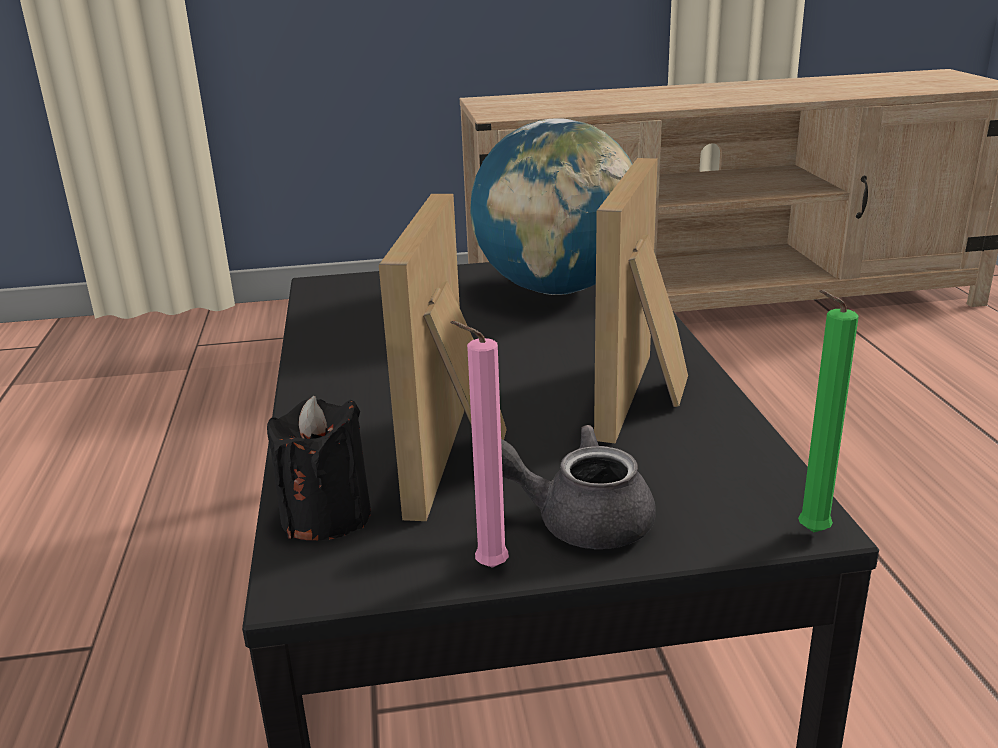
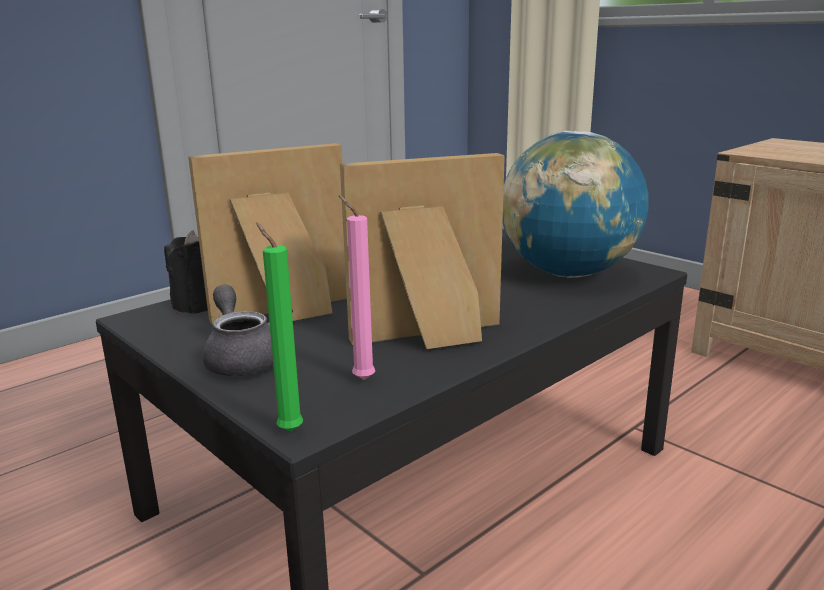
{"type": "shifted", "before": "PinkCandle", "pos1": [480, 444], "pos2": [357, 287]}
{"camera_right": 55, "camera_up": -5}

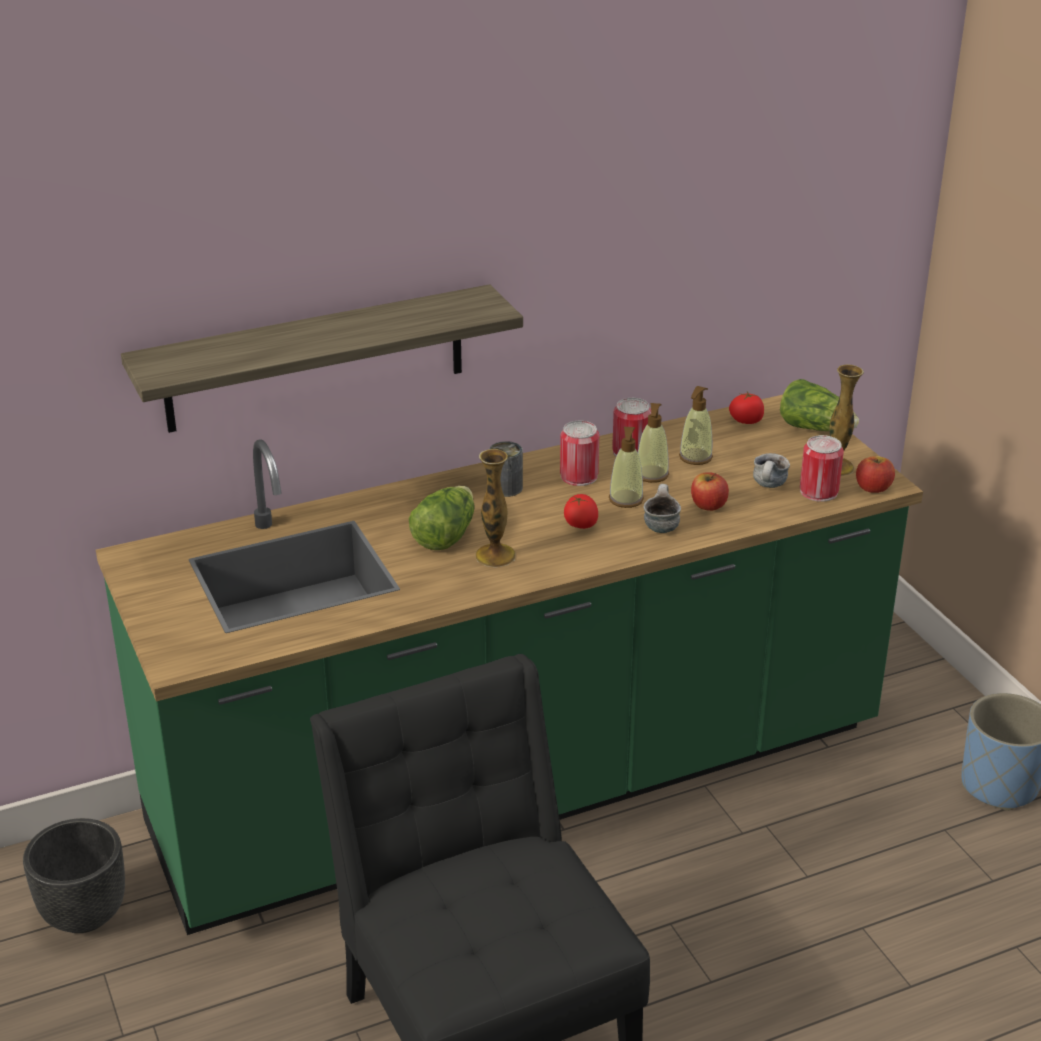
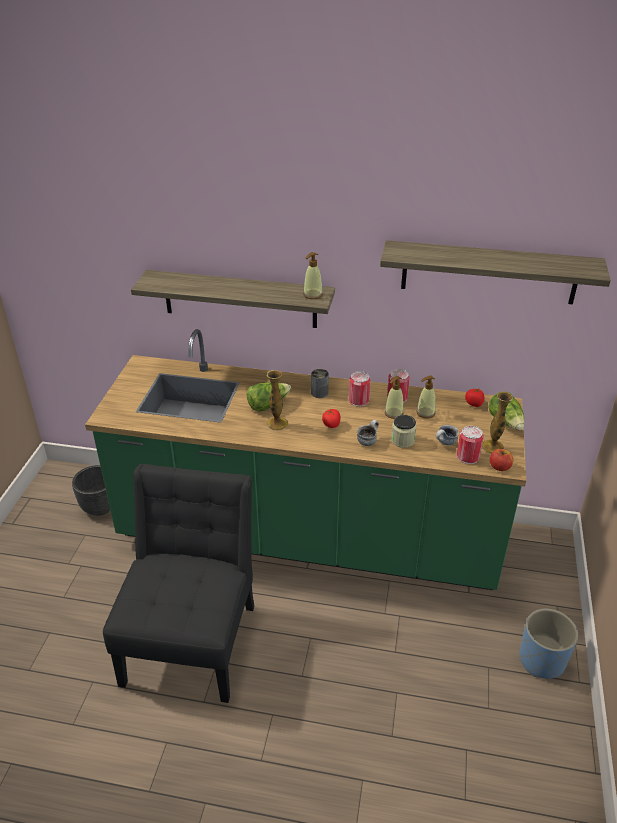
{"type": "shifted", "before": "SoapDispenser", "pos1": [626, 467], "pos2": [313, 275]}
{"type": "swapped", "before": "Apple", "after": "Jar", "pos1": [710, 491], "pos2": [403, 431]}
{"type": "new", "after": "Shelf", "pos2": [495, 272]}
{"camera_right": 35, "camera_up": 5}

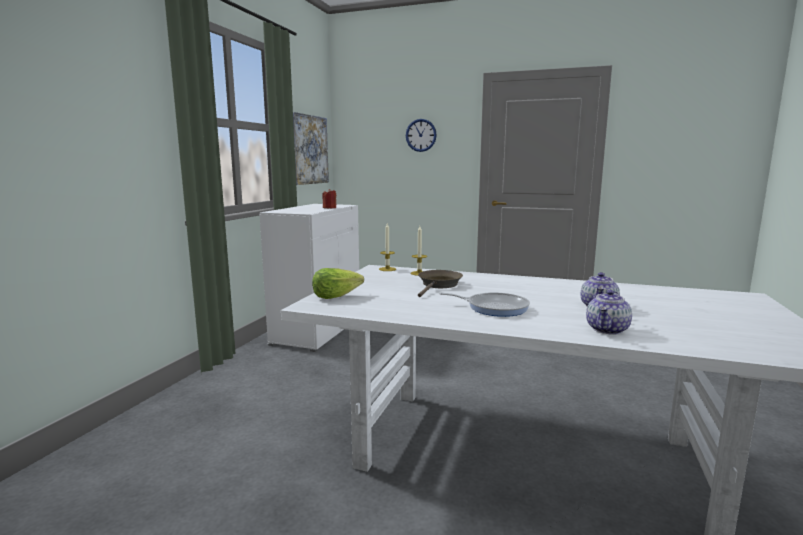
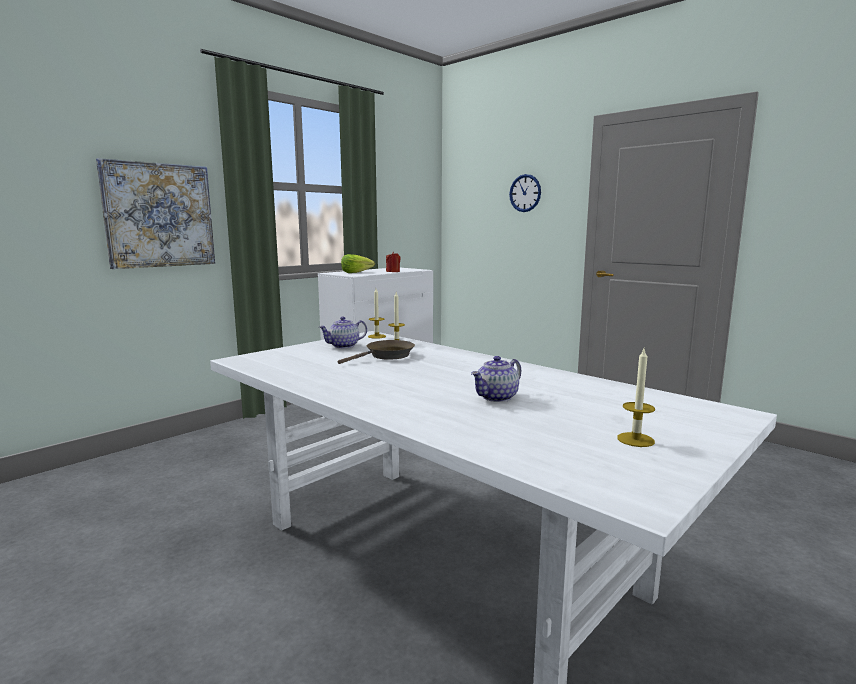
{"type": "shifted", "before": "Picture", "pos1": [311, 148], "pos2": [155, 213]}
{"type": "shifted", "before": "Lettuce", "pos1": [338, 283], "pos2": [358, 263]}
{"type": "shifted", "before": "Teapot", "pos1": [609, 312], "pos2": [343, 332]}
{"type": "gone", "before": "FryingPan", "pos1": [484, 304]}
{"type": "new", "after": "Candle", "pos2": [636, 398]}
{"camera_right": 25, "camera_up": 0}

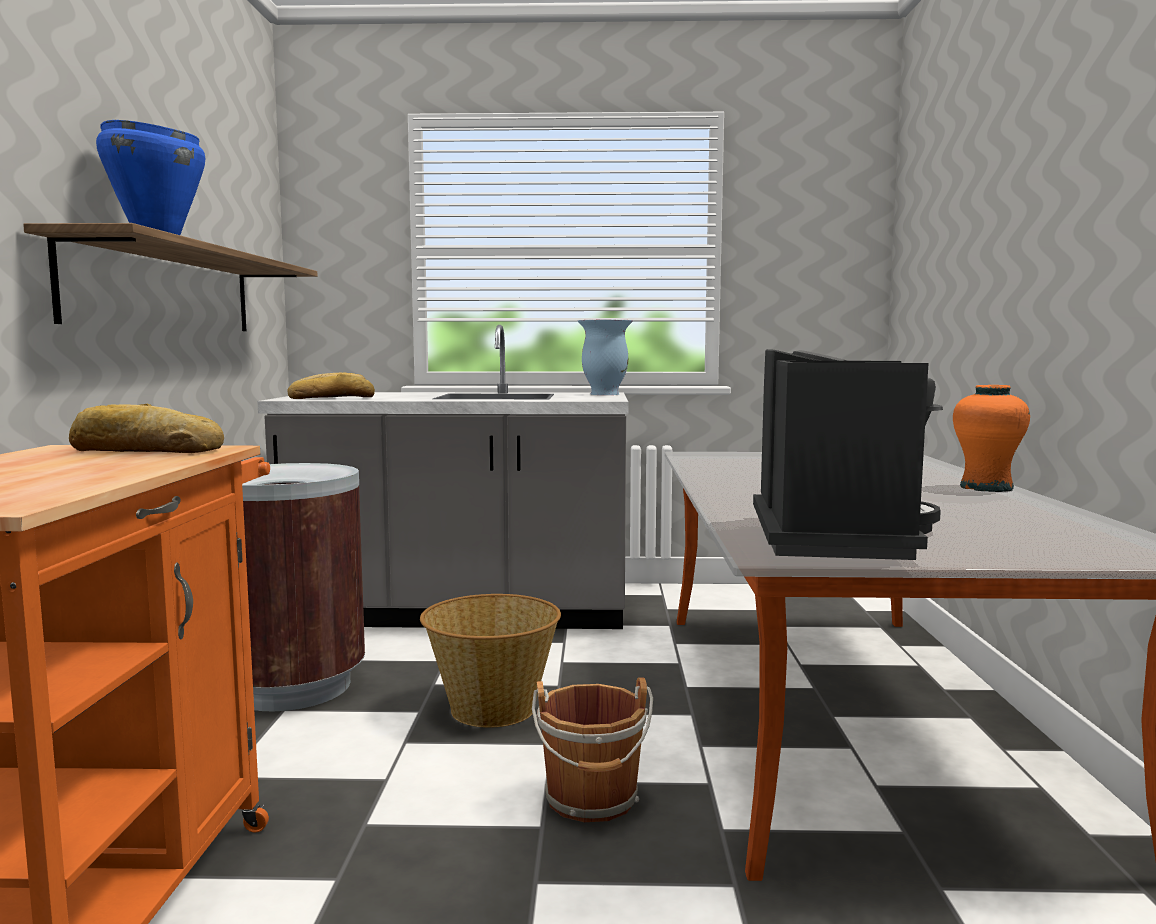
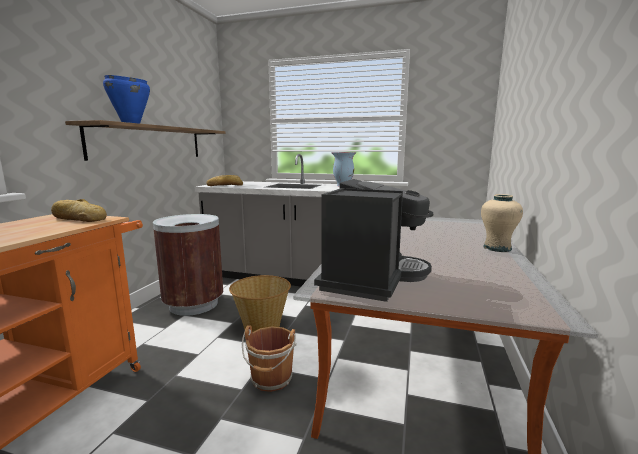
{"type": "repainted", "before": "OrangeVase", "after": "BeigeVase", "pos1": [991, 438], "pos2": [502, 223]}
{"camera_right": 15, "camera_up": 5}

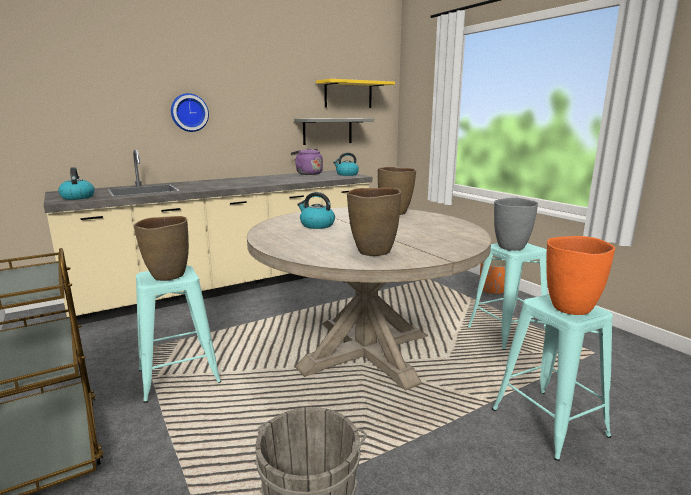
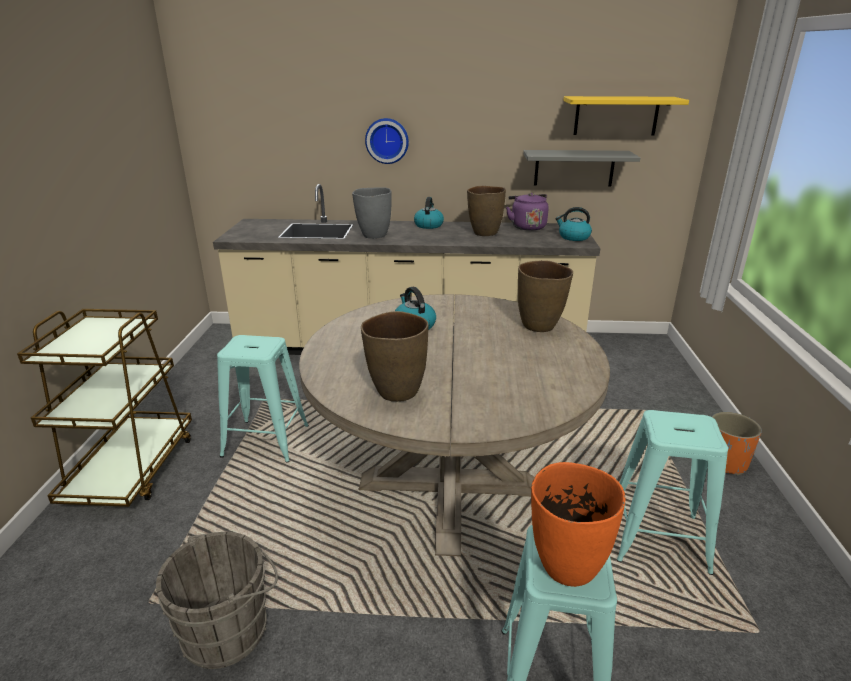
{"type": "shifted", "before": "Kettle", "pos1": [76, 183], "pos2": [429, 213]}
{"type": "shifted", "before": "GreyVase", "pos1": [516, 224], "pos2": [372, 213]}
{"type": "shifted", "before": "BrownVase", "pos1": [161, 248], "pos2": [486, 211]}
{"camera_right": 35, "camera_up": 10}

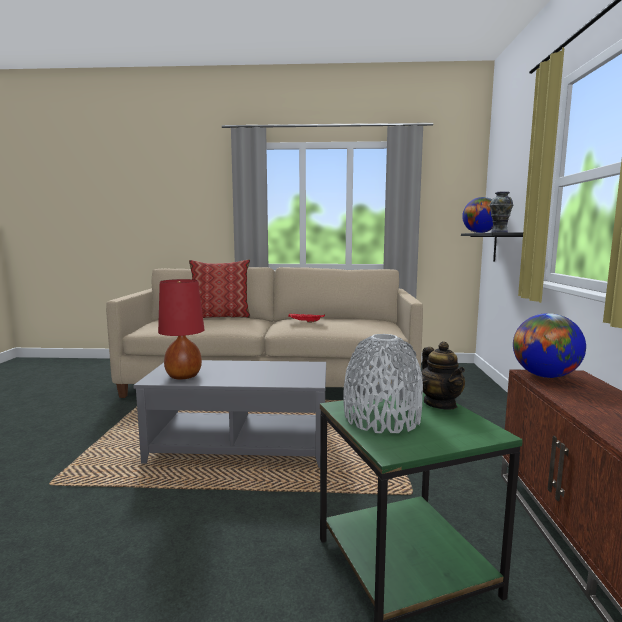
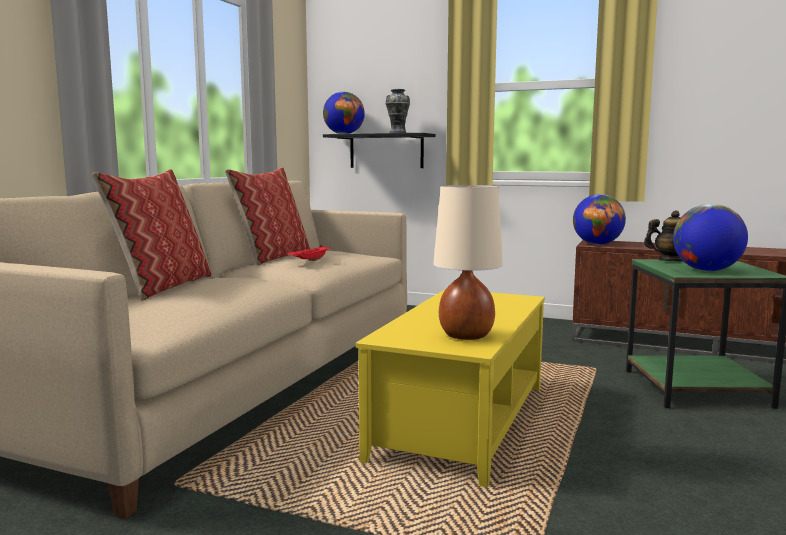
{"type": "repainted", "before": "RedTableLamp", "after": "BeigeTableLamp", "pos1": [181, 329], "pos2": [468, 262]}
{"type": "swapped", "before": "GreyVase", "after": "Globe", "pos1": [383, 383], "pos2": [710, 237]}
{"type": "repainted", "before": "GreyCoffeeTable", "after": "YellowCoffeeTable", "pos1": [229, 414], "pos2": [450, 388]}
{"type": "new", "after": "Pillow", "pos2": [267, 216]}
{"camera_right": -70, "camera_up": 0}

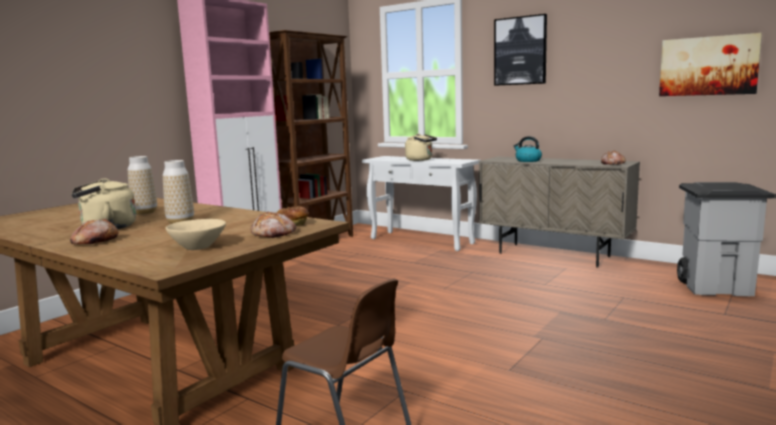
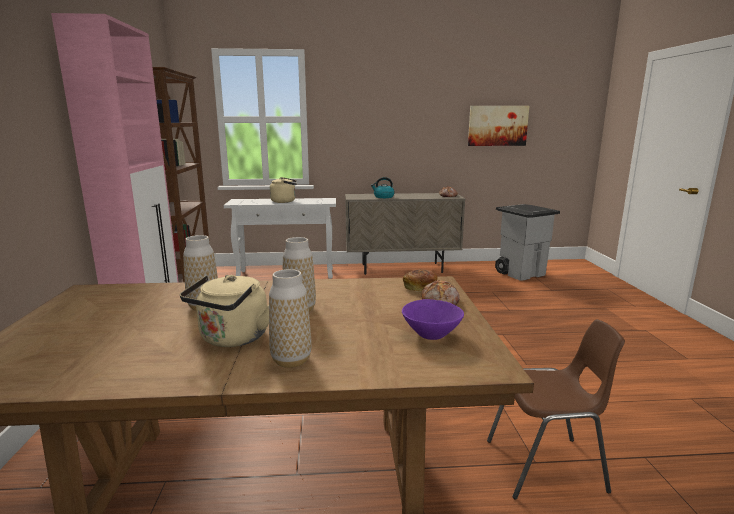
{"type": "gone", "before": "Picture", "pos1": [520, 50]}
{"type": "swapped", "before": "Bread", "after": "Vase", "pos1": [94, 231], "pos2": [290, 318]}
{"type": "repainted", "before": "BeigeBowl", "after": "PurpleBowl", "pos1": [195, 234], "pos2": [433, 319]}
{"camera_right": -40, "camera_up": 5}

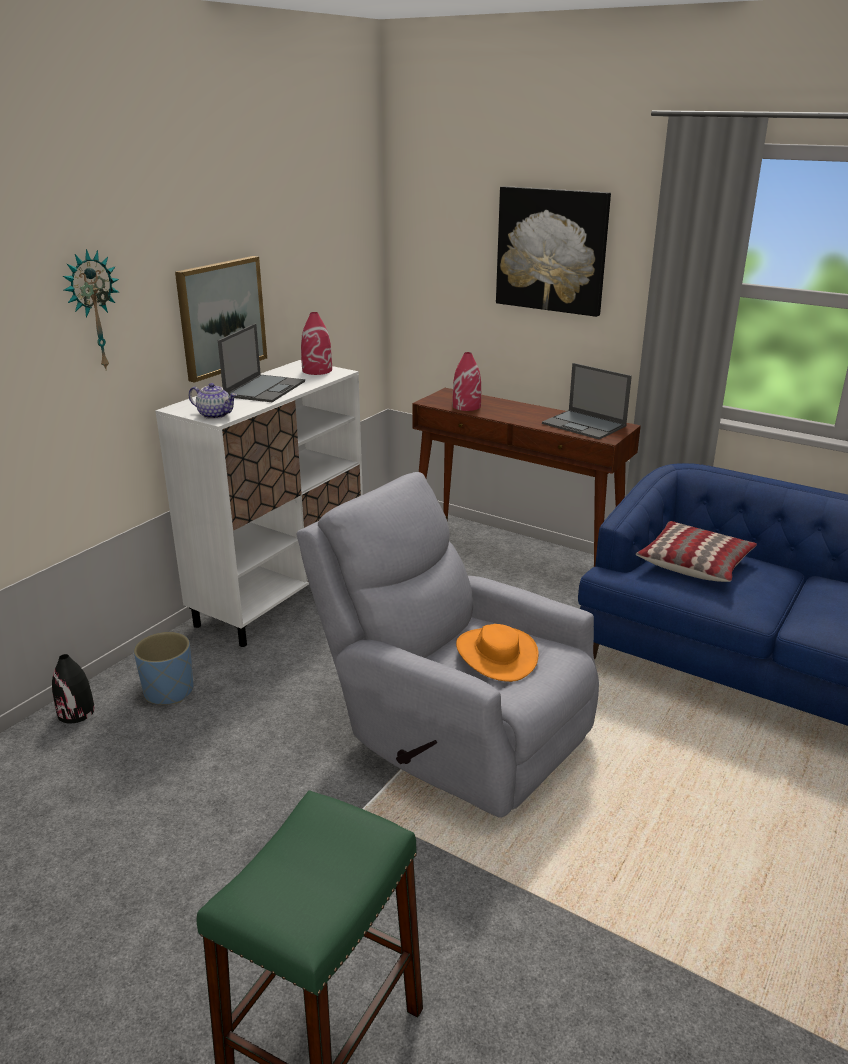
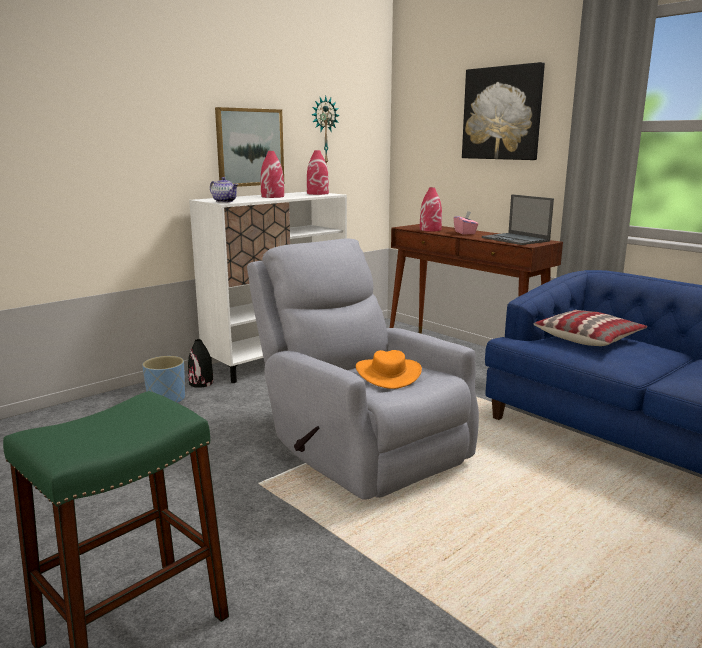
{"type": "shifted", "before": "WallClock", "pos1": [91, 310], "pos2": [325, 130]}
{"type": "swapped", "before": "Laptop", "after": "RedVase", "pos1": [261, 363], "pos2": [272, 174]}
{"type": "shifted", "before": "BlackVase", "pos1": [73, 688], "pos2": [200, 363]}
{"type": "new", "after": "PinkTissueBox", "pos2": [466, 222]}
{"camera_right": 15, "camera_up": -10}

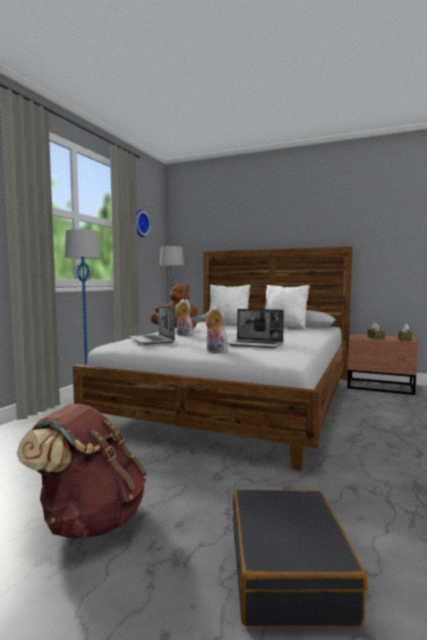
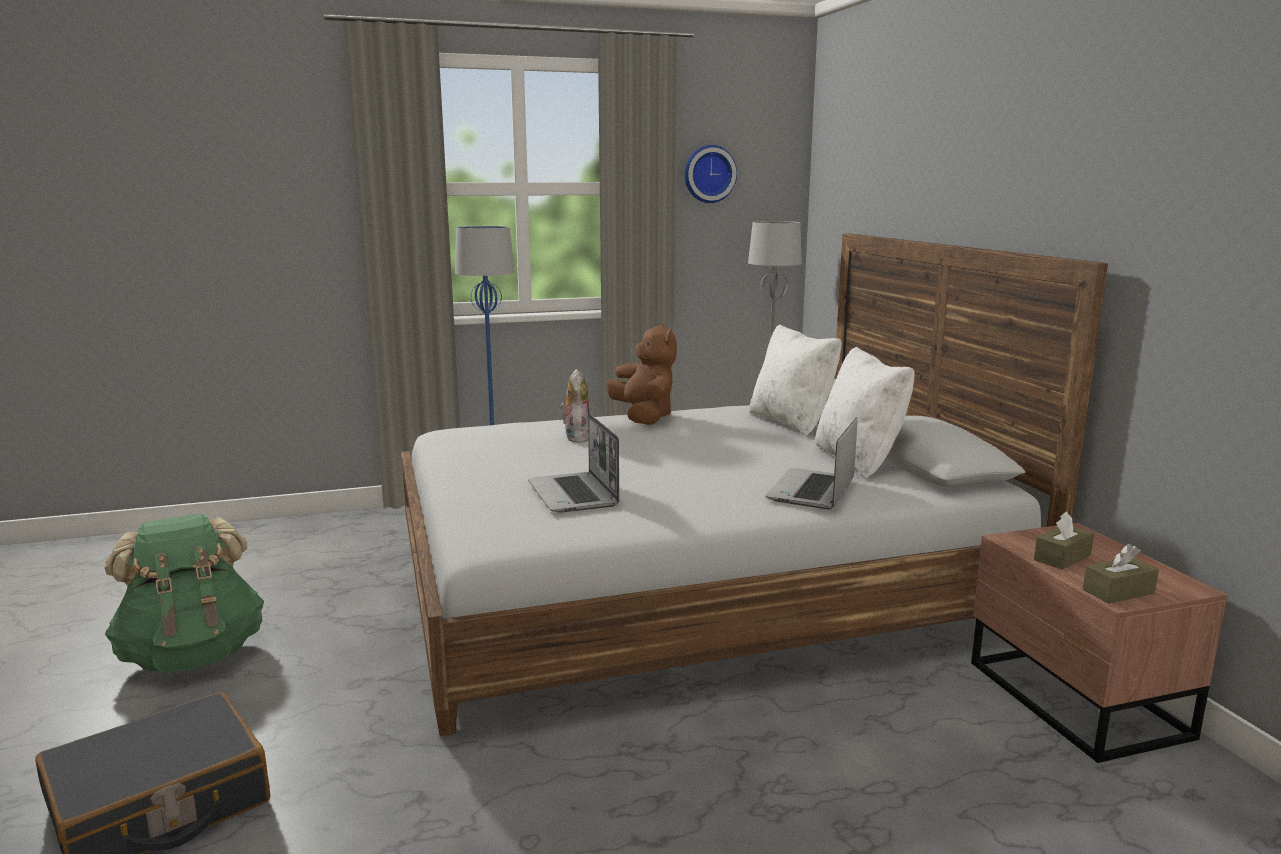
{"type": "shifted", "before": "Laptop", "pos1": [152, 325], "pos2": [811, 463]}
{"type": "gone", "before": "PlushToy", "pos1": [216, 329]}
{"type": "repainted", "before": "BrownBackpack", "after": "GreenBackpack", "pos1": [81, 471], "pos2": [184, 593]}
{"camera_right": 50, "camera_up": 10}

